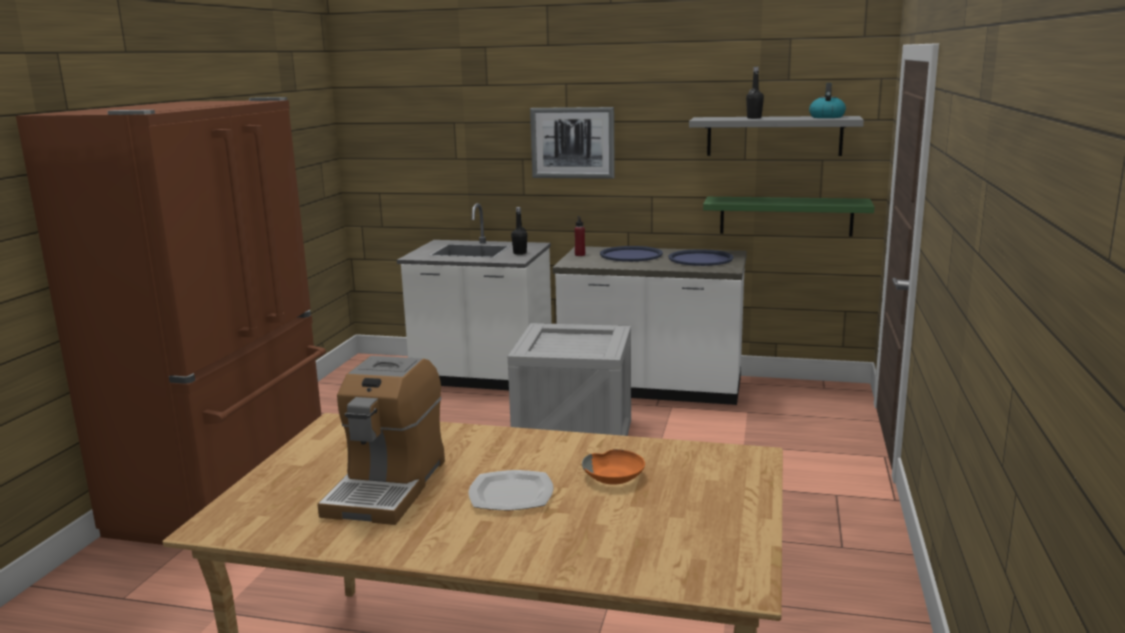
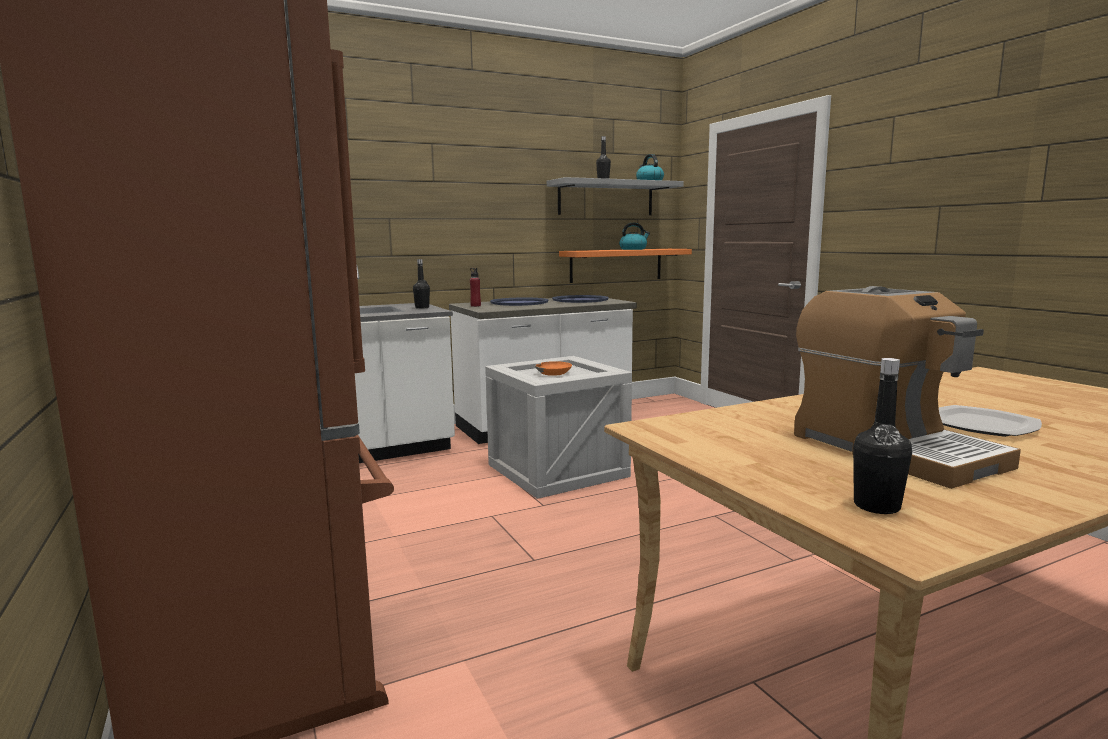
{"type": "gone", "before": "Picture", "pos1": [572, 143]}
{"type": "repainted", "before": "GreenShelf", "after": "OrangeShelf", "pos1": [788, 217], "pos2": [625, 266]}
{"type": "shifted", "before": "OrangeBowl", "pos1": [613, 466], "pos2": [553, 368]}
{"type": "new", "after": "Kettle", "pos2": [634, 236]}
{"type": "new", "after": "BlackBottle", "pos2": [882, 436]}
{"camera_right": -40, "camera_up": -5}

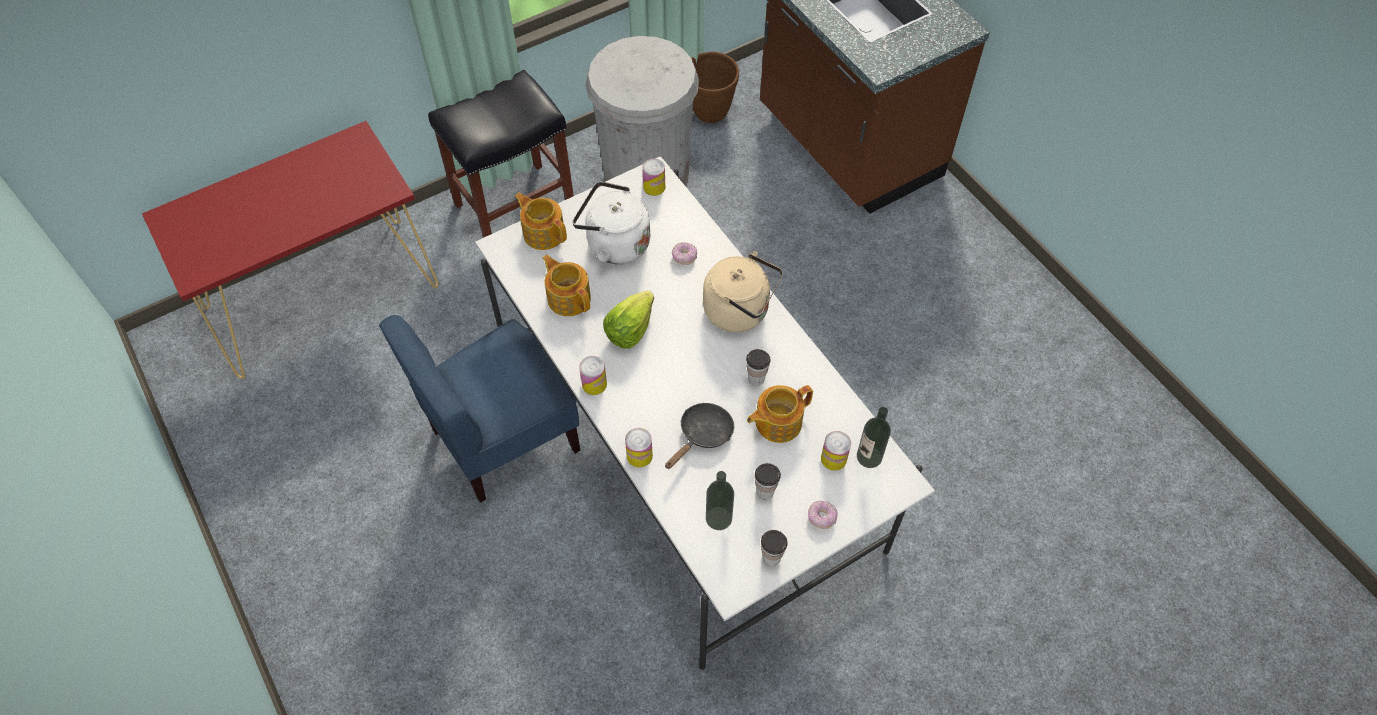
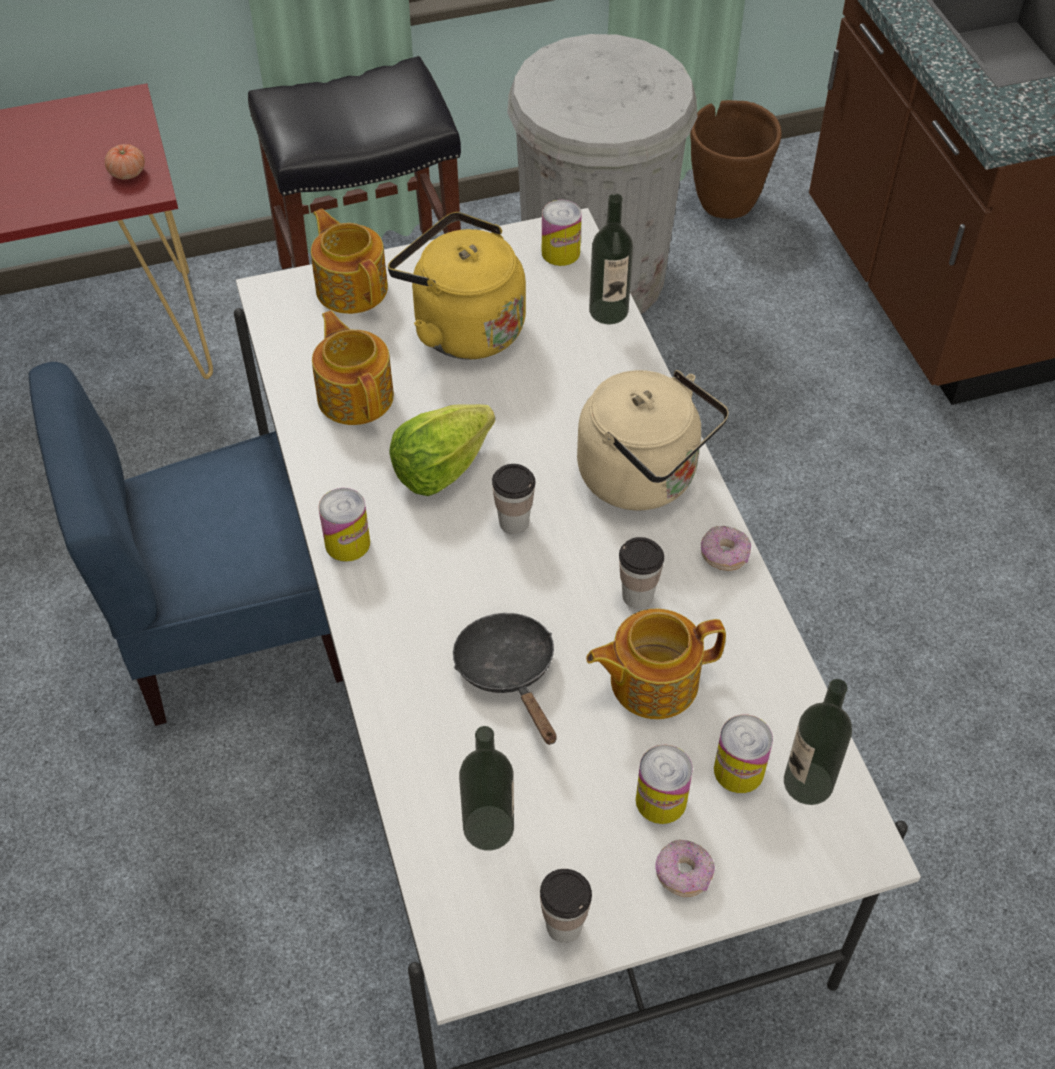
{"type": "repainted", "before": "WhiteKettle", "after": "YellowKettle", "pos1": [611, 222], "pos2": [457, 286]}
{"type": "shifted", "before": "Donut", "pos1": [684, 253], "pos2": [726, 548]}
{"type": "rotated", "before": "BlackFryingPan", "pos1": [699, 436], "pos2": [505, 679], "turn": -75}
{"type": "shifted", "before": "Can", "pos1": [639, 448], "pos2": [664, 784]}
{"type": "shifted", "before": "Cup", "pos1": [768, 481], "pos2": [513, 499]}
{"type": "new", "after": "Tomato", "pos2": [125, 161]}
{"type": "new", "after": "Bottle", "pos2": [611, 258]}
{"camera_right": 15, "camera_up": -5}

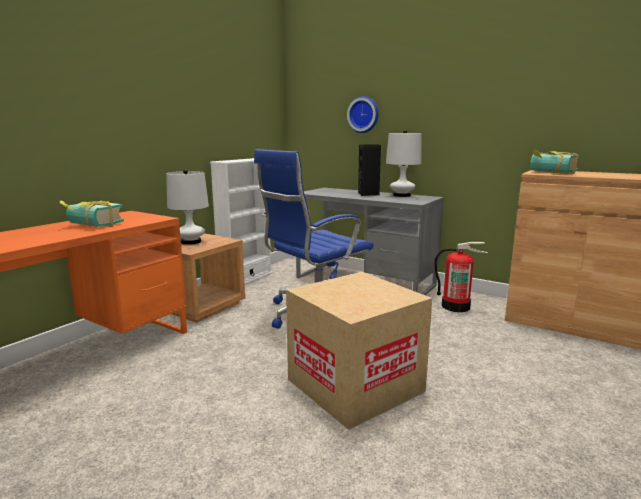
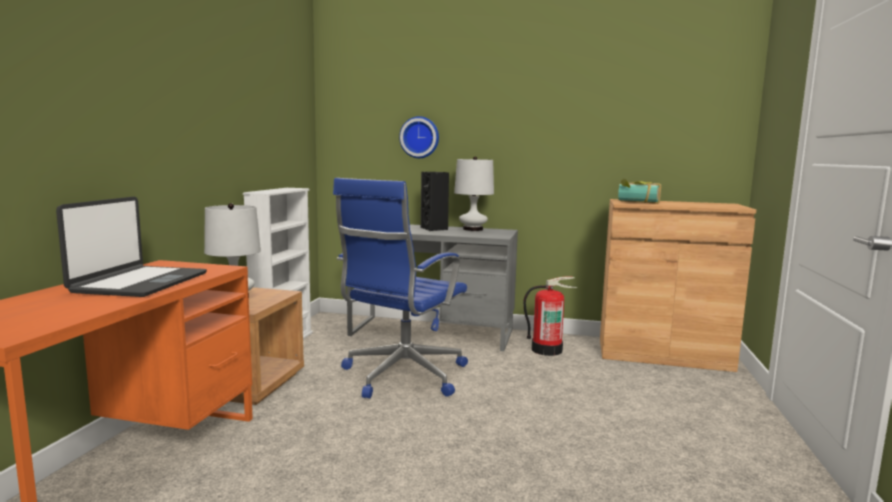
{"type": "swapped", "before": "Book", "after": "Laptop", "pos1": [91, 213], "pos2": [131, 246]}
{"type": "gone", "before": "CardboardBox", "pos1": [359, 351]}
{"camera_right": -20, "camera_up": -5}

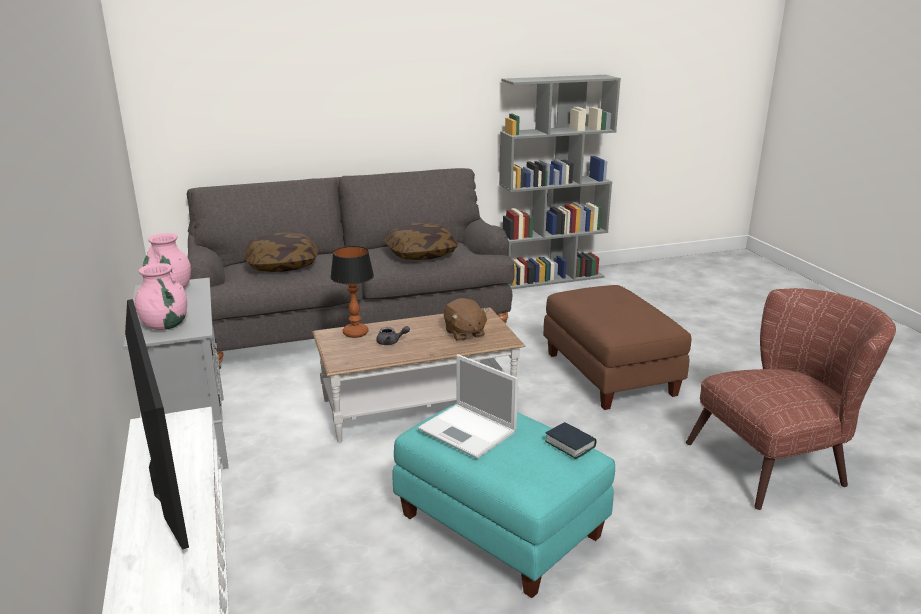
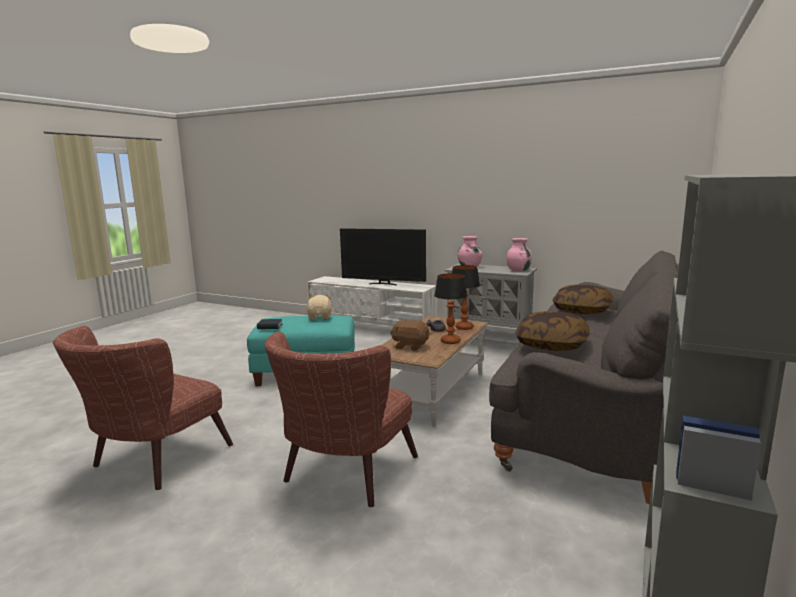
{"type": "swapped", "before": "BrownOttoman", "after": "BrownArmchair", "pos1": [617, 347], "pos2": [341, 419]}
{"type": "swapped", "before": "Laptop", "after": "BeigePlushToy", "pos1": [468, 406], "pos2": [320, 307]}
{"type": "new", "after": "TableLamp", "pos2": [451, 308]}
{"camera_right": 135, "camera_up": -10}

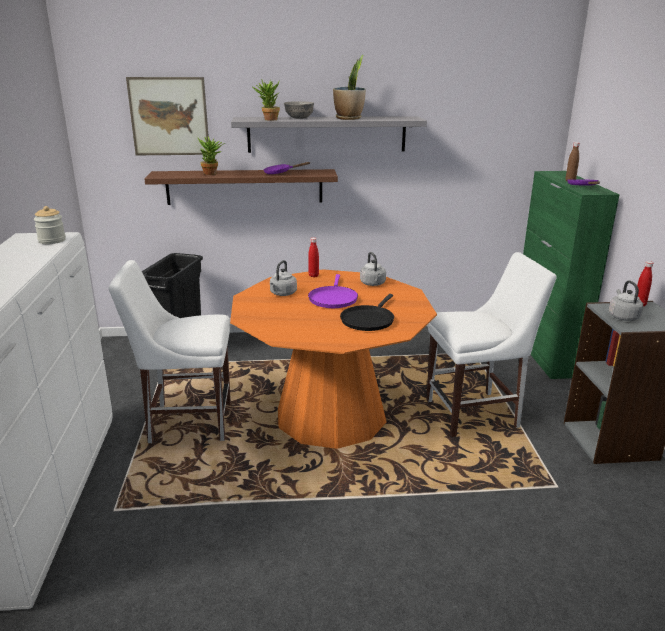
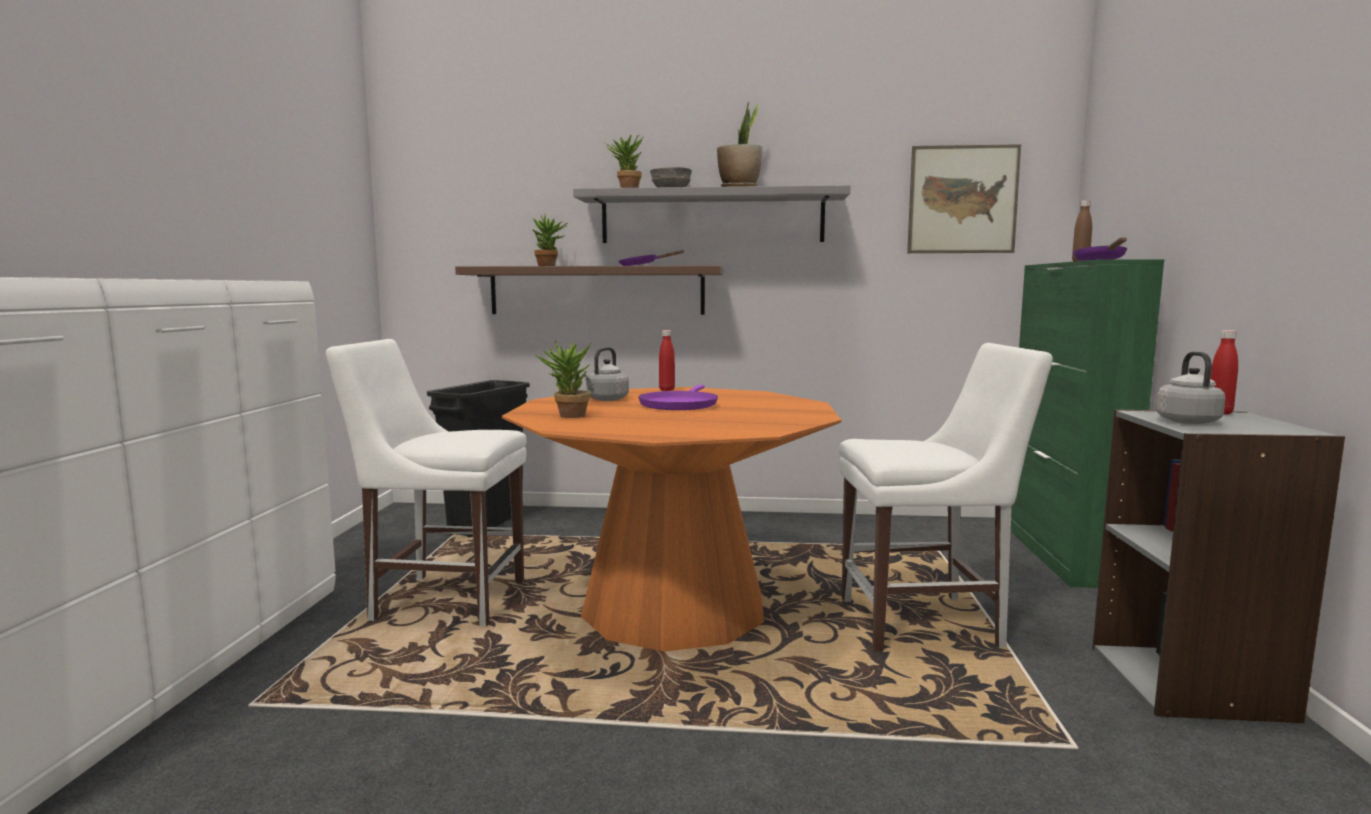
{"type": "shifted", "before": "Picture", "pos1": [167, 116], "pos2": [964, 198]}
{"type": "gone", "before": "Jar", "pos1": [50, 225]}
{"type": "gone", "before": "GreyKettle", "pos1": [373, 269]}
{"type": "gone", "before": "BlackFryingPan", "pos1": [367, 312]}
{"type": "new", "after": "PottedPlant", "pos2": [563, 379]}
{"camera_right": 10, "camera_up": -15}

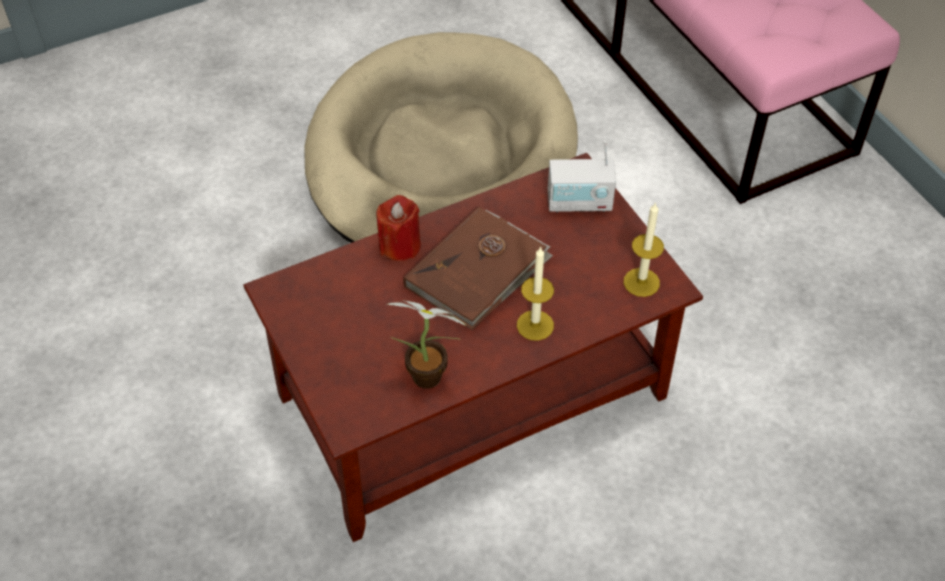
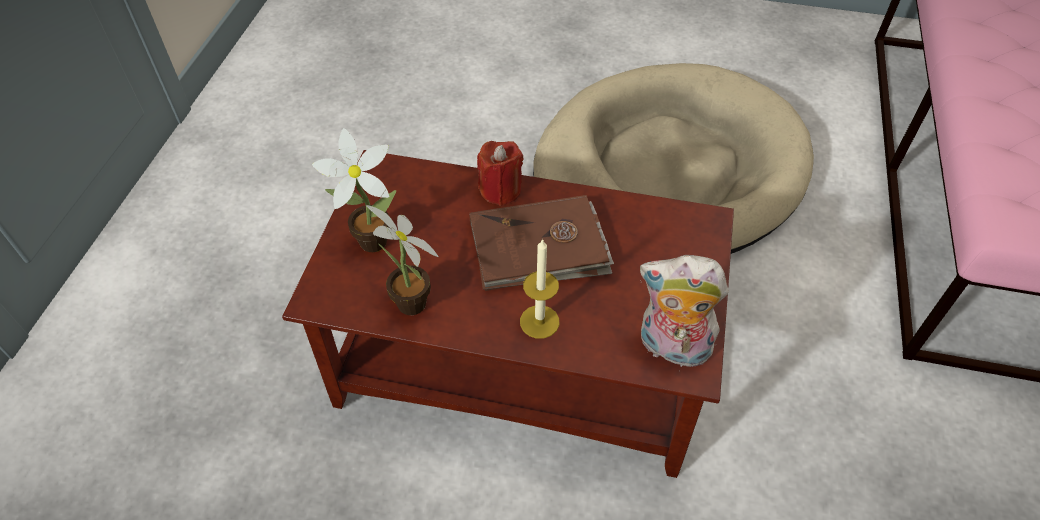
{"type": "gone", "before": "Radio", "pos1": [582, 177]}
{"type": "swapped", "before": "Candle", "after": "PlushToy", "pos1": [644, 249], "pos2": [684, 311]}
{"type": "new", "after": "PottedPlant", "pos2": [354, 190]}
{"camera_right": 40, "camera_up": 0}

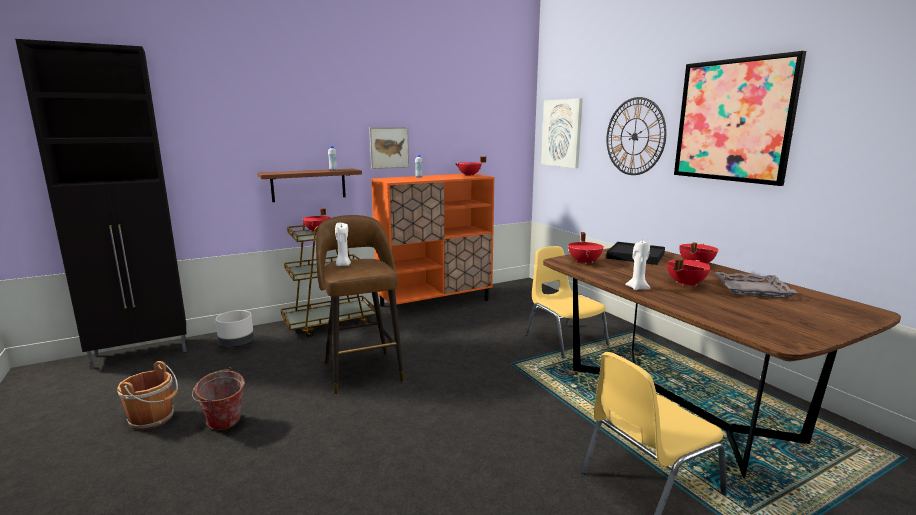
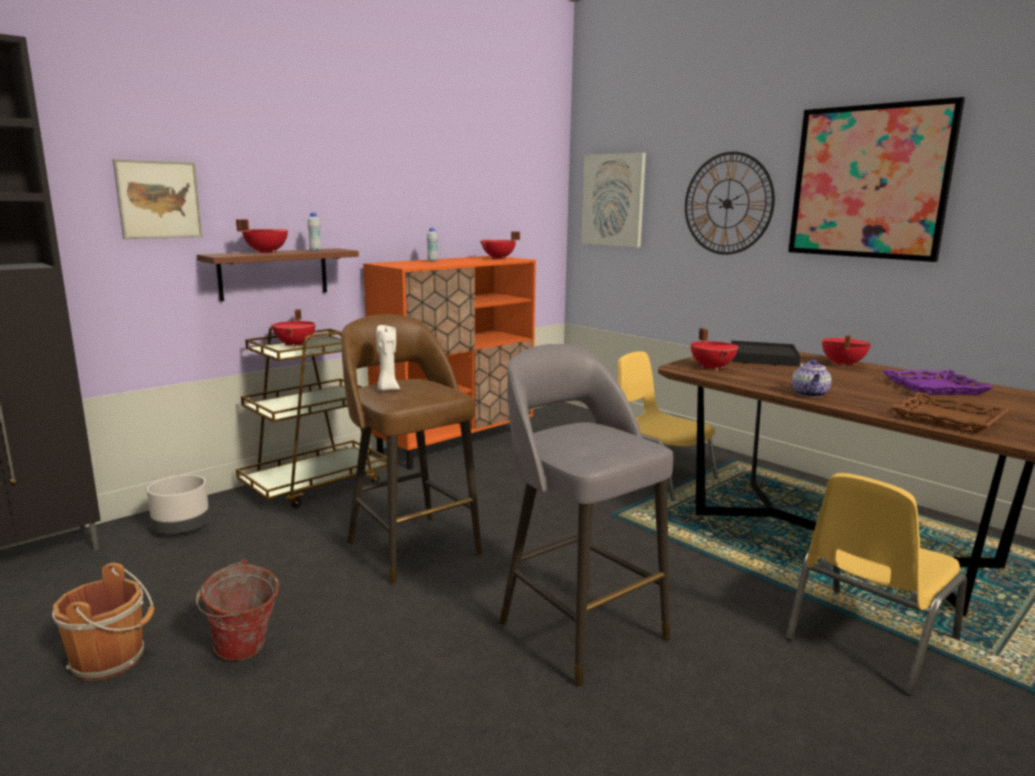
{"type": "shifted", "before": "Picture", "pos1": [389, 148], "pos2": [158, 199]}
{"type": "swapped", "before": "WhiteCandle", "after": "Teapot", "pos1": [637, 265], "pos2": [811, 378]}
{"type": "shifted", "before": "RedCookingPot", "pos1": [689, 272], "pos2": [262, 236]}
{"type": "repainted", "before": "GreyTray", "after": "PurpleTray", "pos1": [756, 285], "pos2": [938, 382]}
{"type": "new", "after": "GreyStool", "pos2": [586, 515]}
{"type": "new", "after": "BrownTray", "pos2": [950, 412]}
{"camera_right": -15, "camera_up": 0}

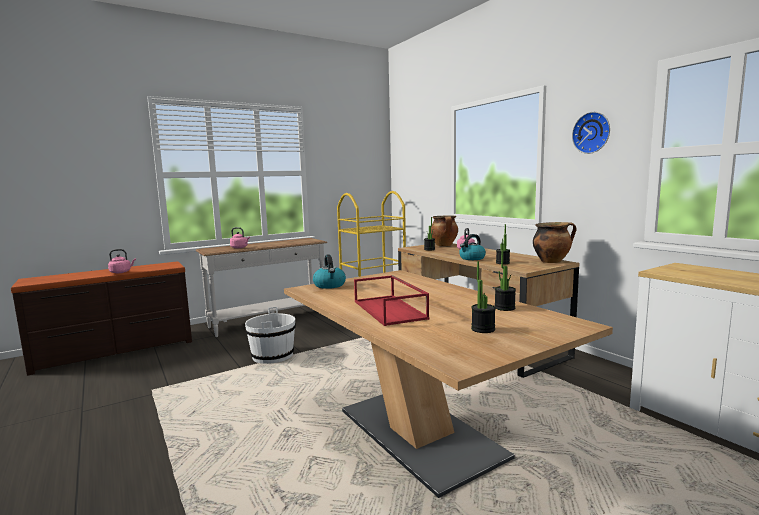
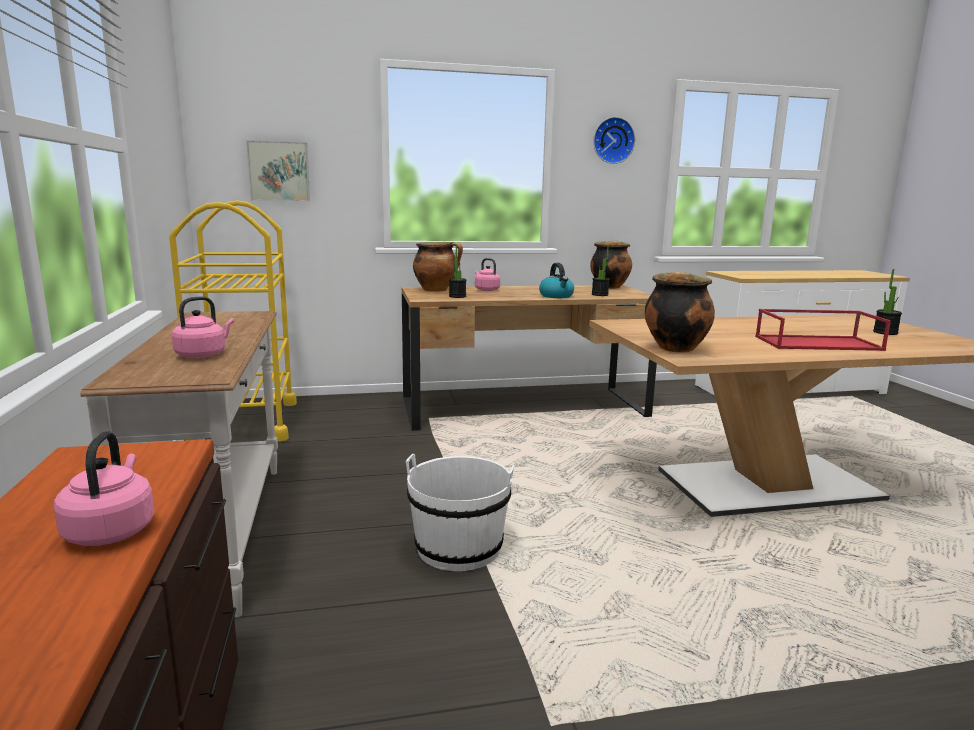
{"type": "gone", "before": "PottedPlant", "pos1": [505, 280]}
{"type": "swapped", "before": "Kettle", "after": "CookingPot", "pos1": [329, 272], "pos2": [680, 312]}
{"type": "new", "after": "Picture", "pos2": [278, 170]}
{"camera_right": -70, "camera_up": 5}

